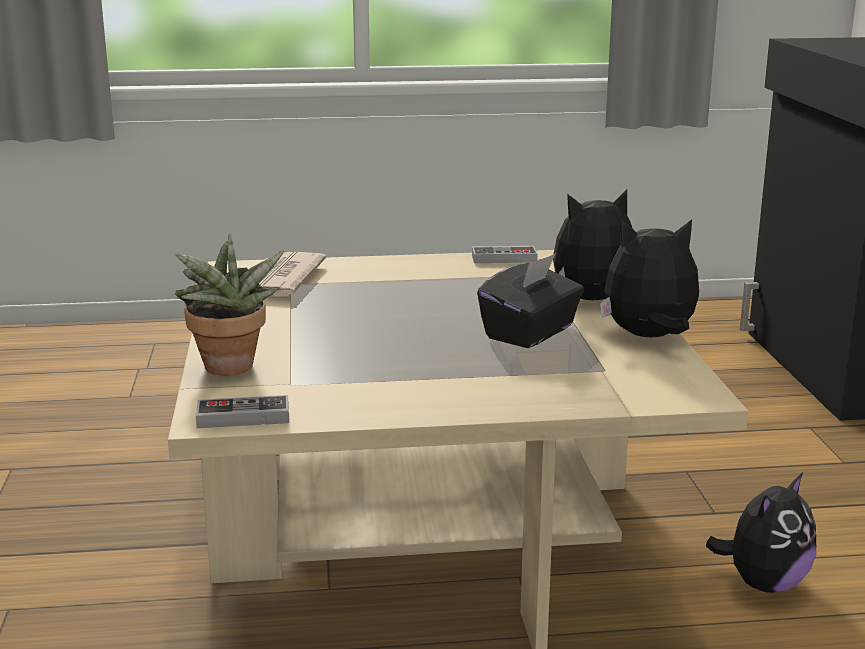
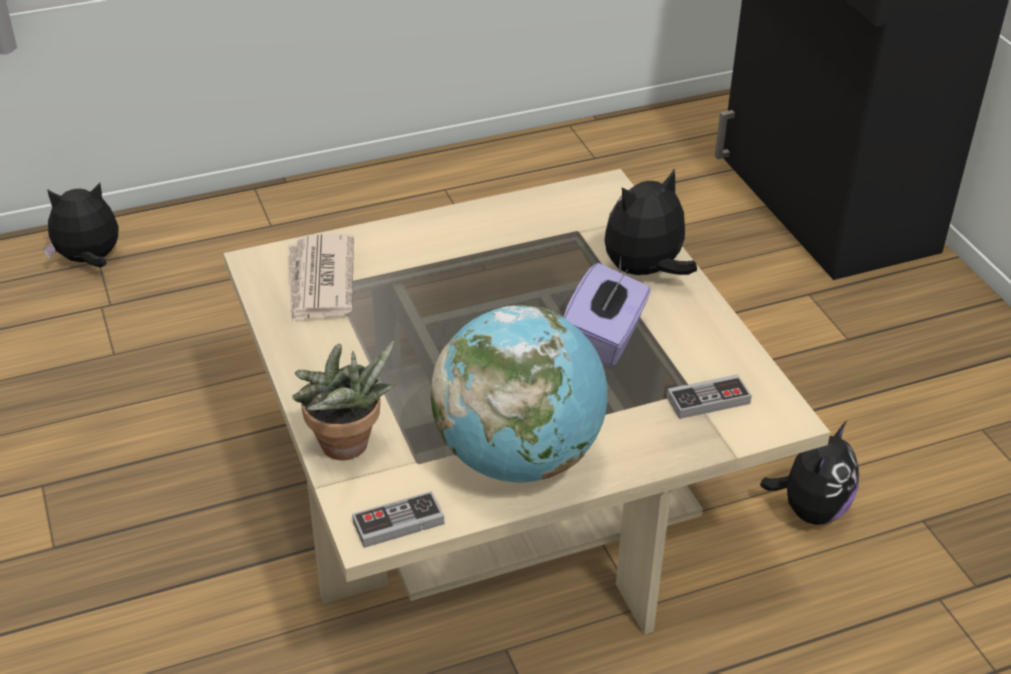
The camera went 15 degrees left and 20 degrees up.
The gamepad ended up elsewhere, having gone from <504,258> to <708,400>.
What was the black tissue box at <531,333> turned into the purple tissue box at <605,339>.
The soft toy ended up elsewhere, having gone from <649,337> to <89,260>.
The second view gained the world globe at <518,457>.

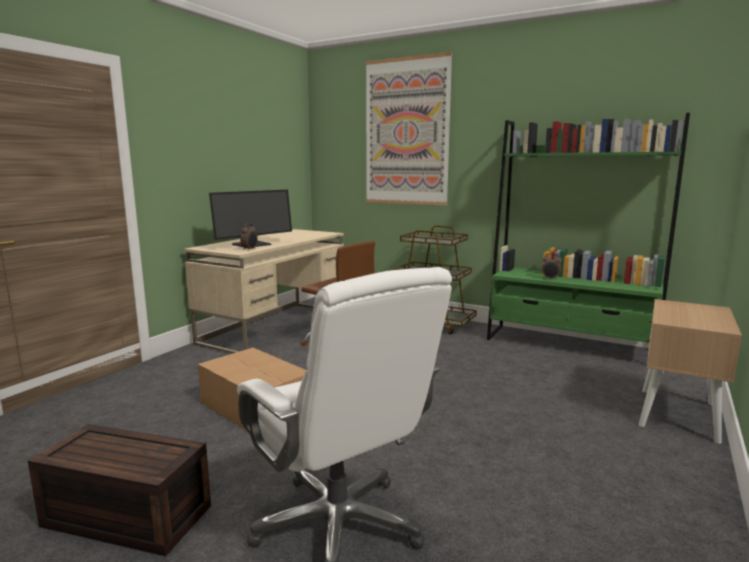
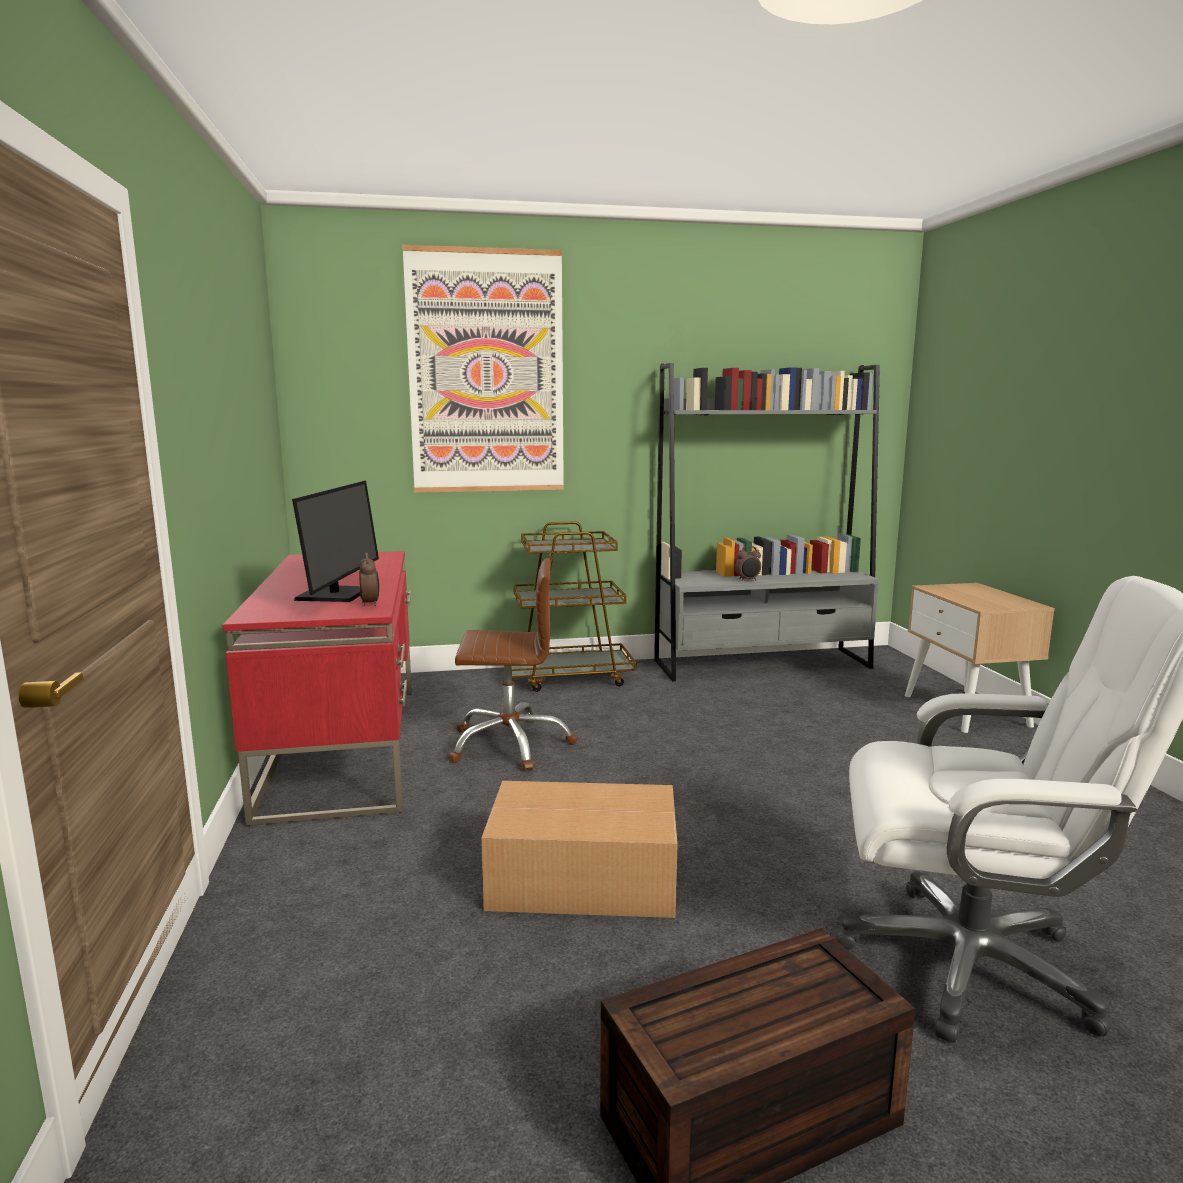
The camera went 40 degrees left and 0 degrees up.
What was the sand-coloured desk table at <276,327> turned into the reddish desk table at <344,747>.
What was the greenish bookshelf at <570,345> turned into the grey bookshelf at <762,664>.

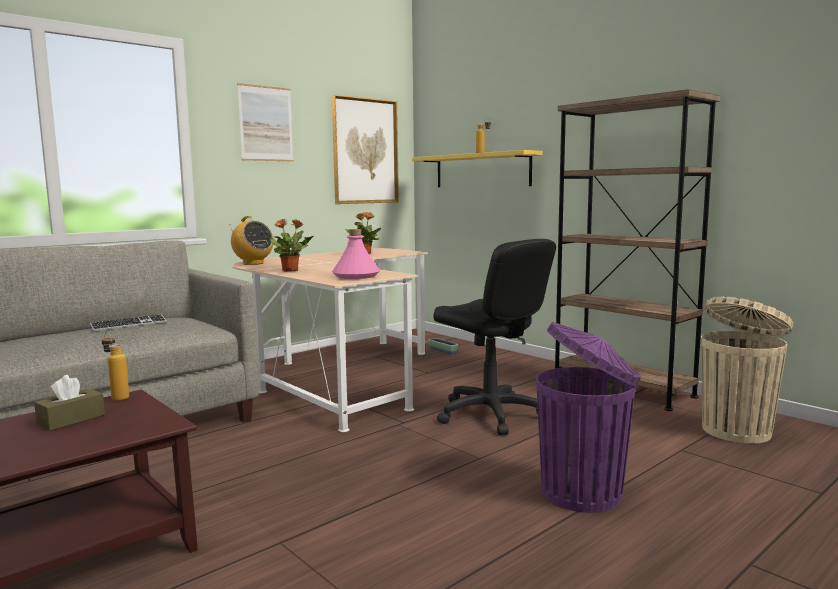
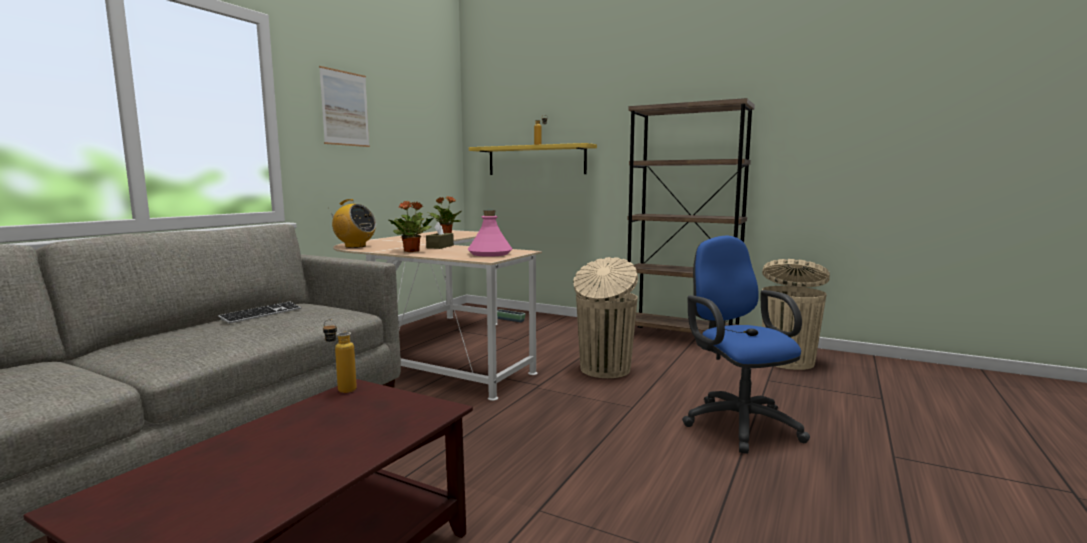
The camera went 20 degrees left and 0 degrees up.
The brown tissue box ended up elsewhere, having gone from <71,419> to <440,246>.
The second view lost the picture at <365,151>.
Where the black desk chair stood at <490,414>, the sand-coloured rubbish bin came to stand at <604,370>.
Where the purple rubbish bin stood at <584,493>, the blue-coloured desk chair came to stand at <737,423>.

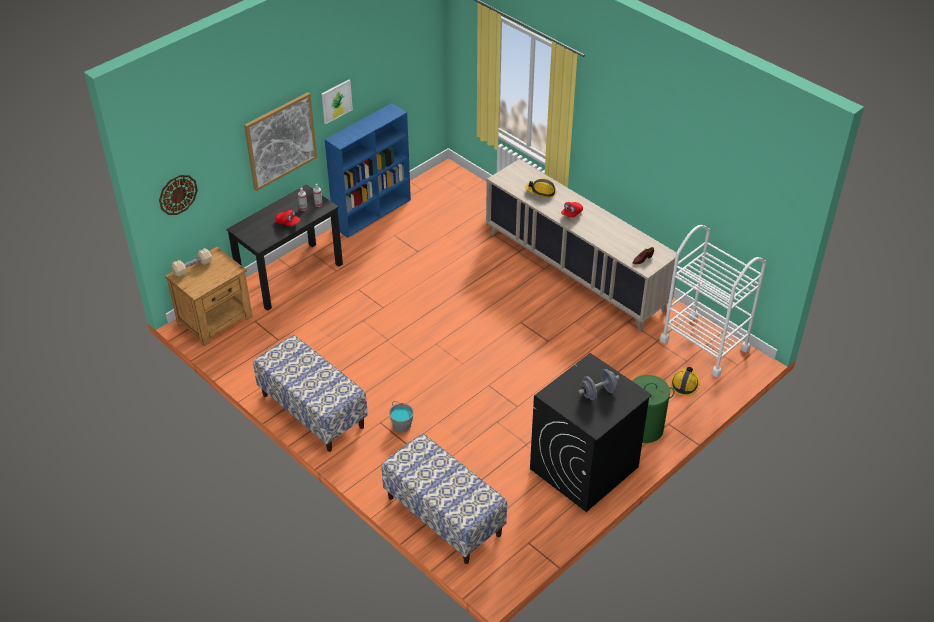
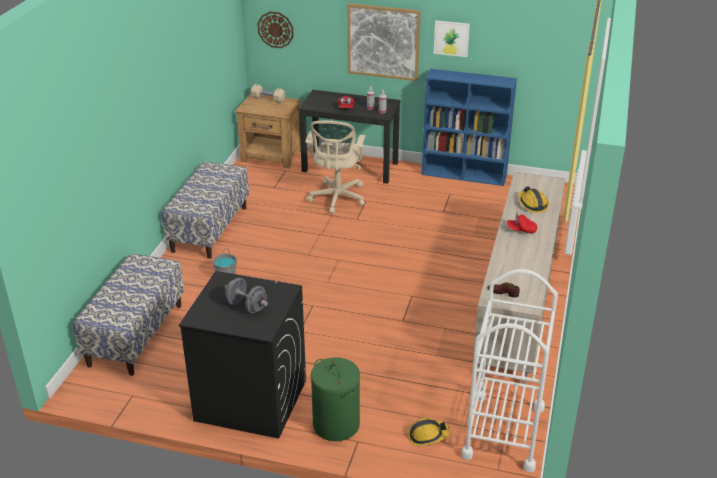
The camera went 60 degrees right and 10 degrees down.
The second view gained the sand-coloured desk chair at <337,199>.

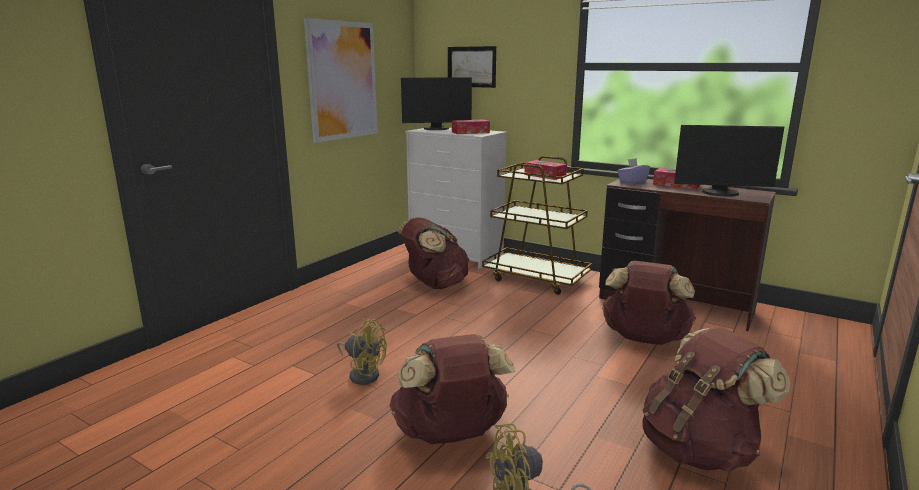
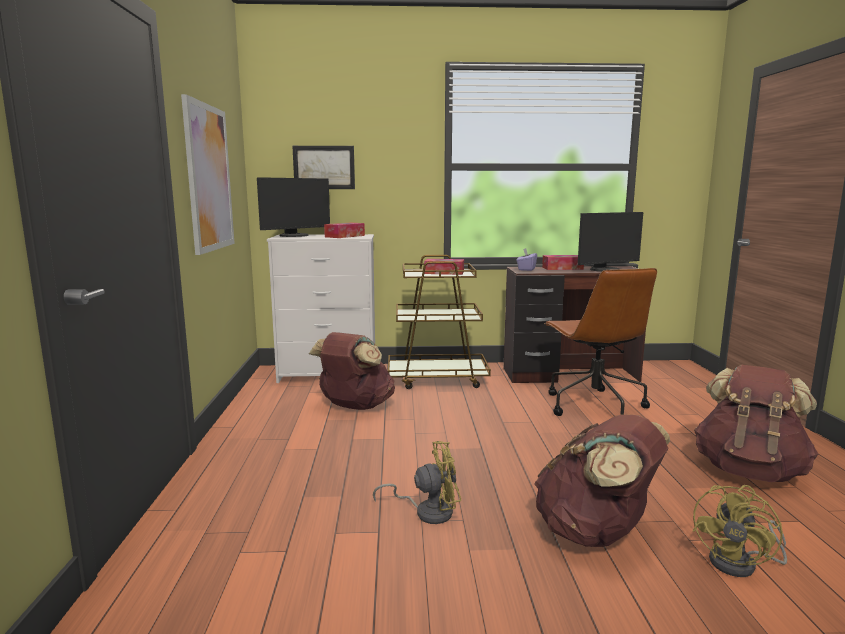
The camera went 35 degrees left and 5 degrees down.
Where the brown backpack stood at <644,340>, the brown desk chair came to stand at <593,406>.

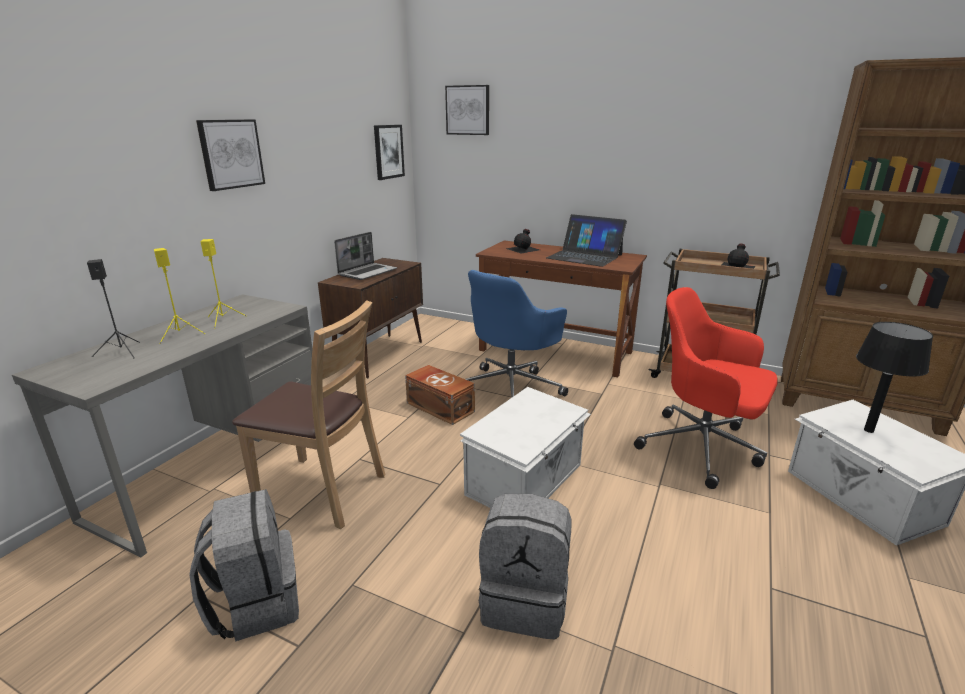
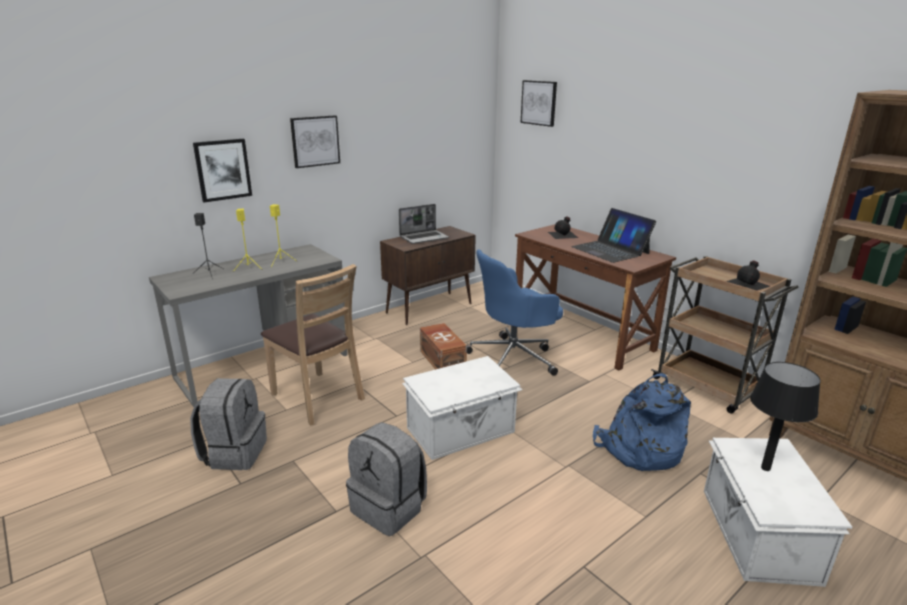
The camera went 25 degrees right and 0 degrees up.
The picture ended up elsewhere, having gone from <388,151> to <223,170>.
Where the reddish desk chair stood at <702,448>, the blue-coloured backpack came to stand at <638,449>.

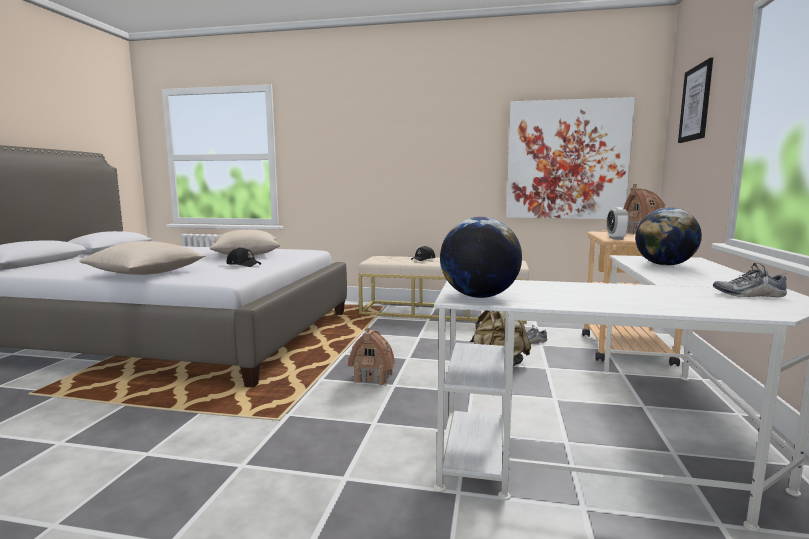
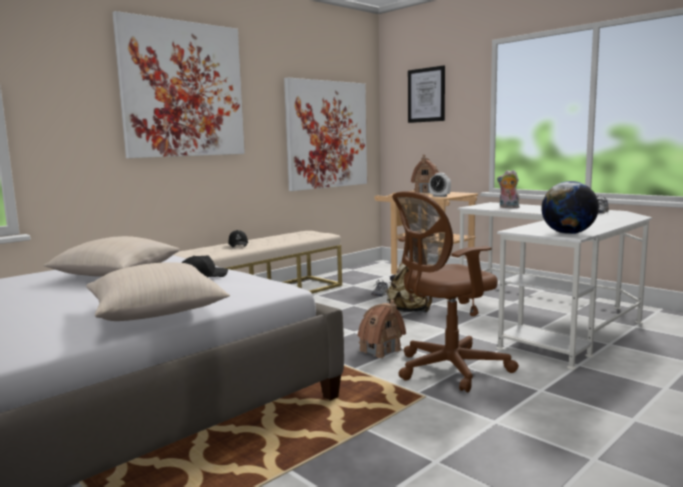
The camera went 55 degrees left and 0 degrees up.
Where the world globe stood at <664,265>, the soft toy came to stand at <508,207>.
The second view gained the picture at <183,90>.
The second view gained the brown desk chair at <446,369>.

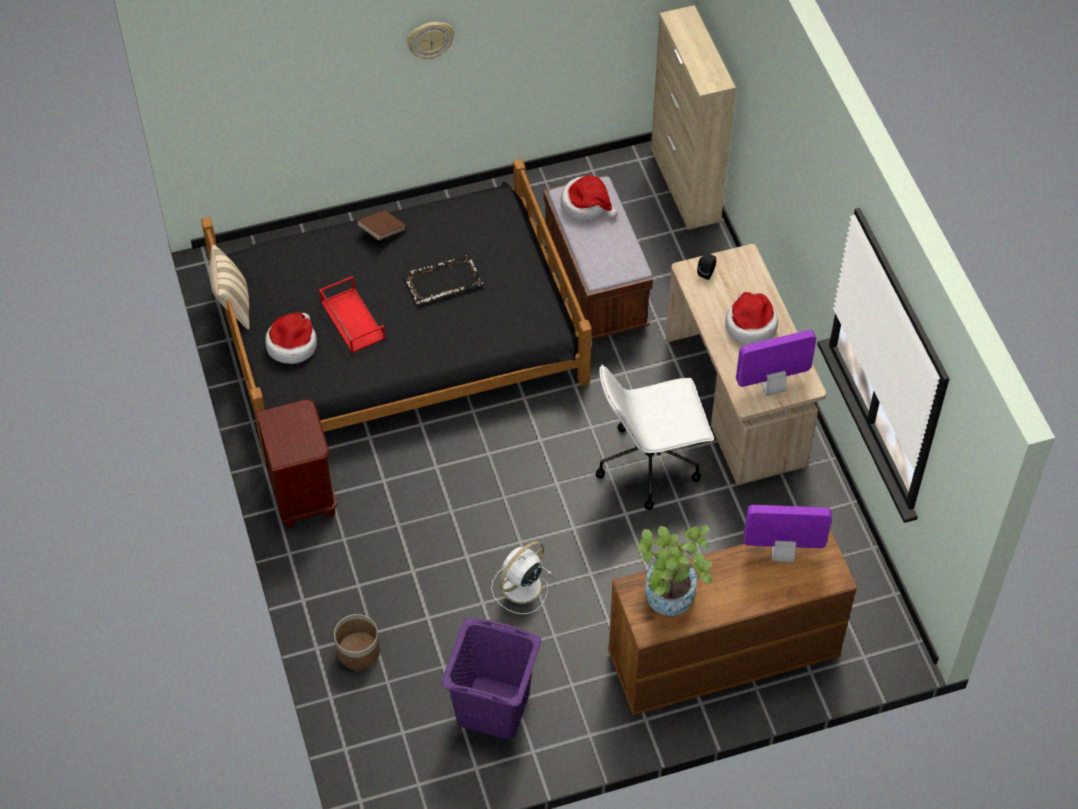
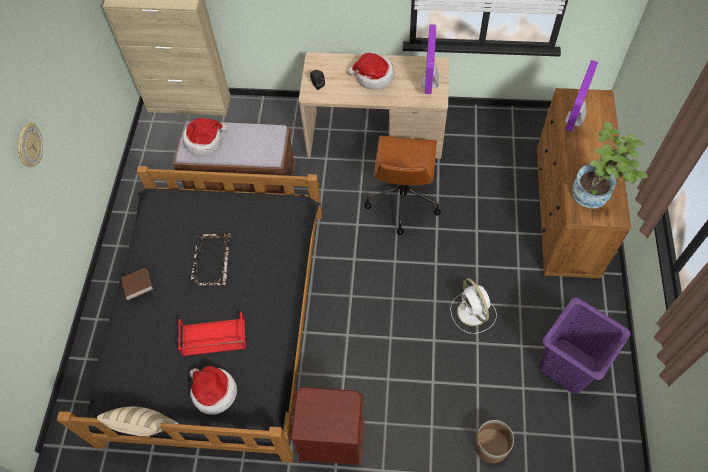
The camera went 65 degrees left and 5 degrees up.
What was the whitish desk chair at <650,463> turned into the brown desk chair at <402,200>.

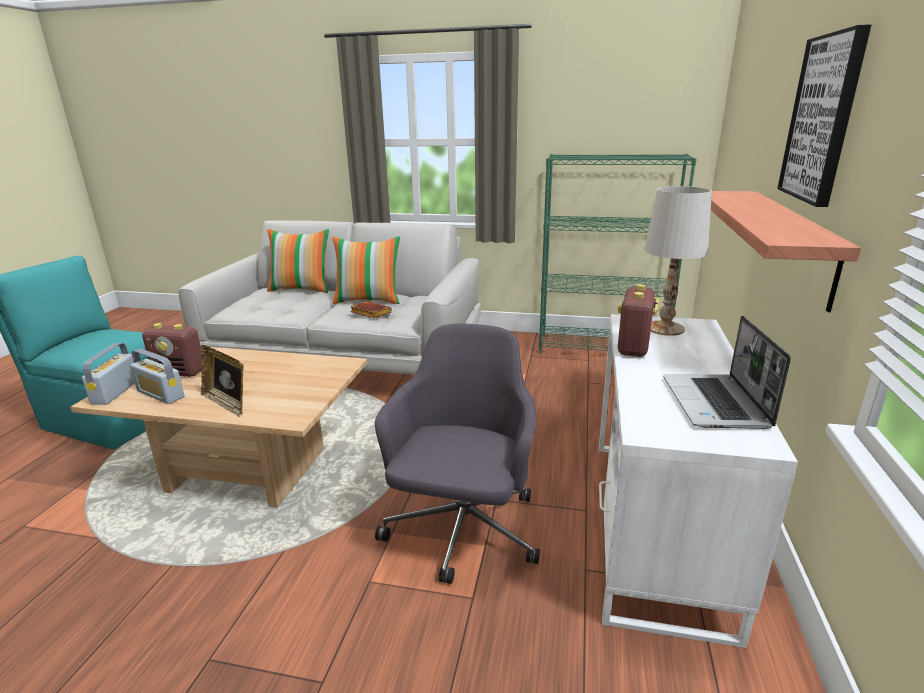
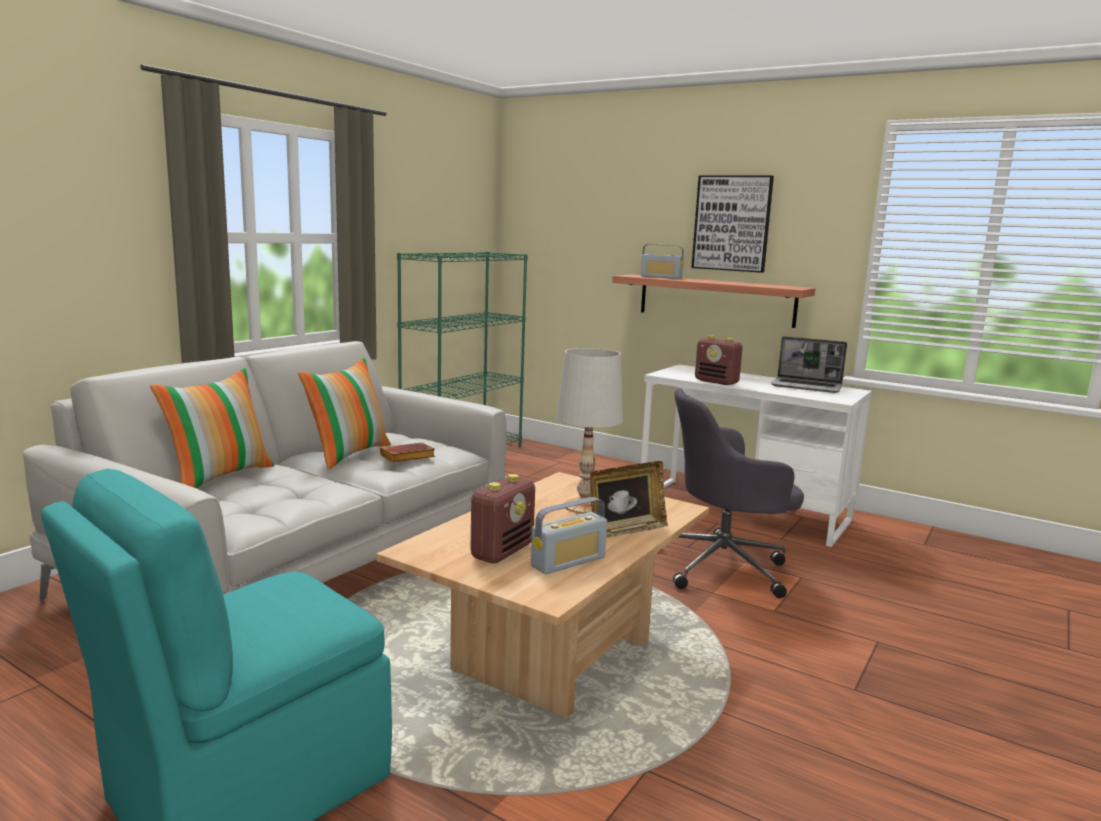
The camera went 70 degrees left and 10 degrees down.
The radio receiver ended up elsewhere, having gone from <116,391> to <661,277>.
The grey desk chair at <463,531> ended up facing another way, 45 degrees counterclockwise from before.
The whitish table lamp ended up elsewhere, having gone from <665,328> to <585,506>.

